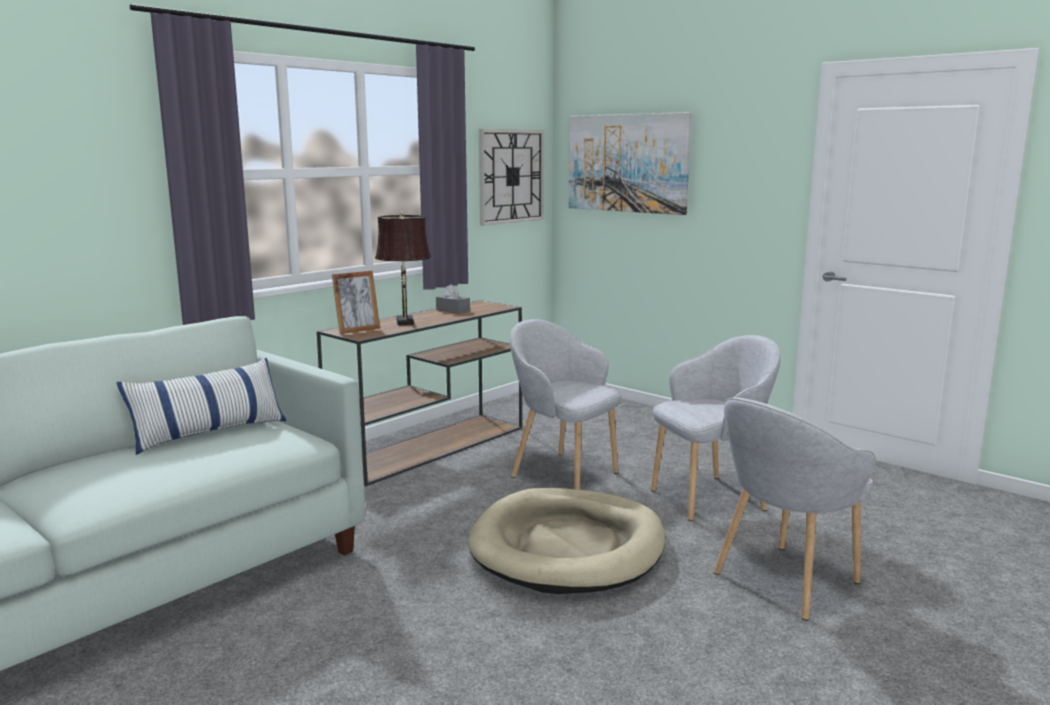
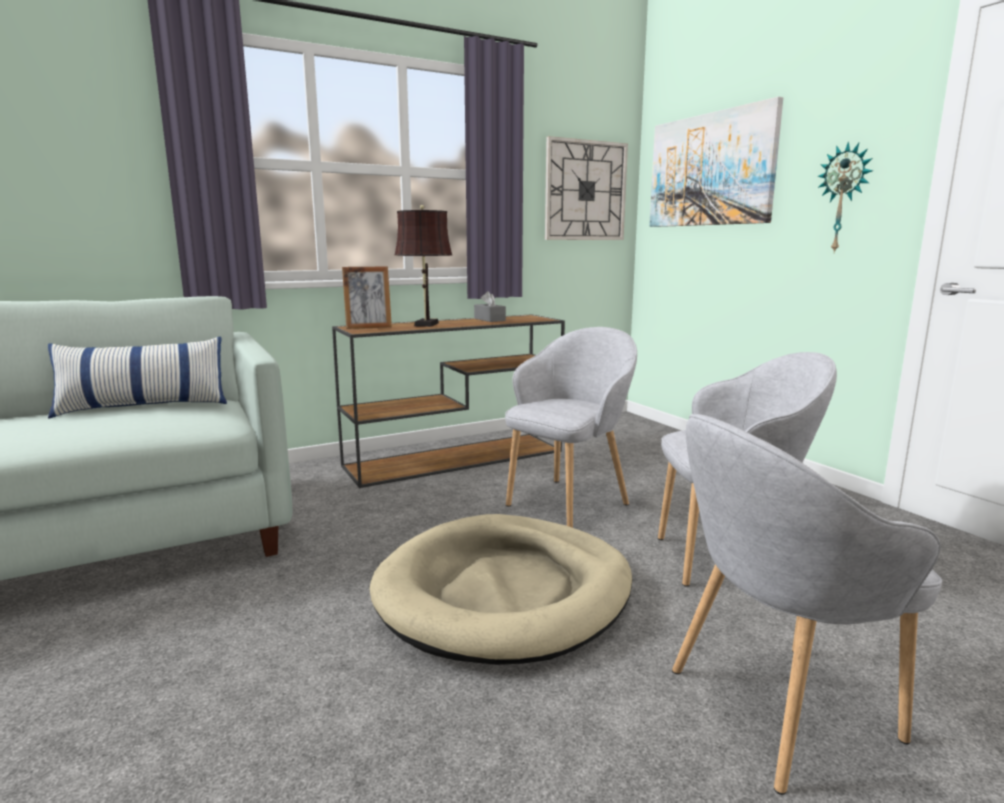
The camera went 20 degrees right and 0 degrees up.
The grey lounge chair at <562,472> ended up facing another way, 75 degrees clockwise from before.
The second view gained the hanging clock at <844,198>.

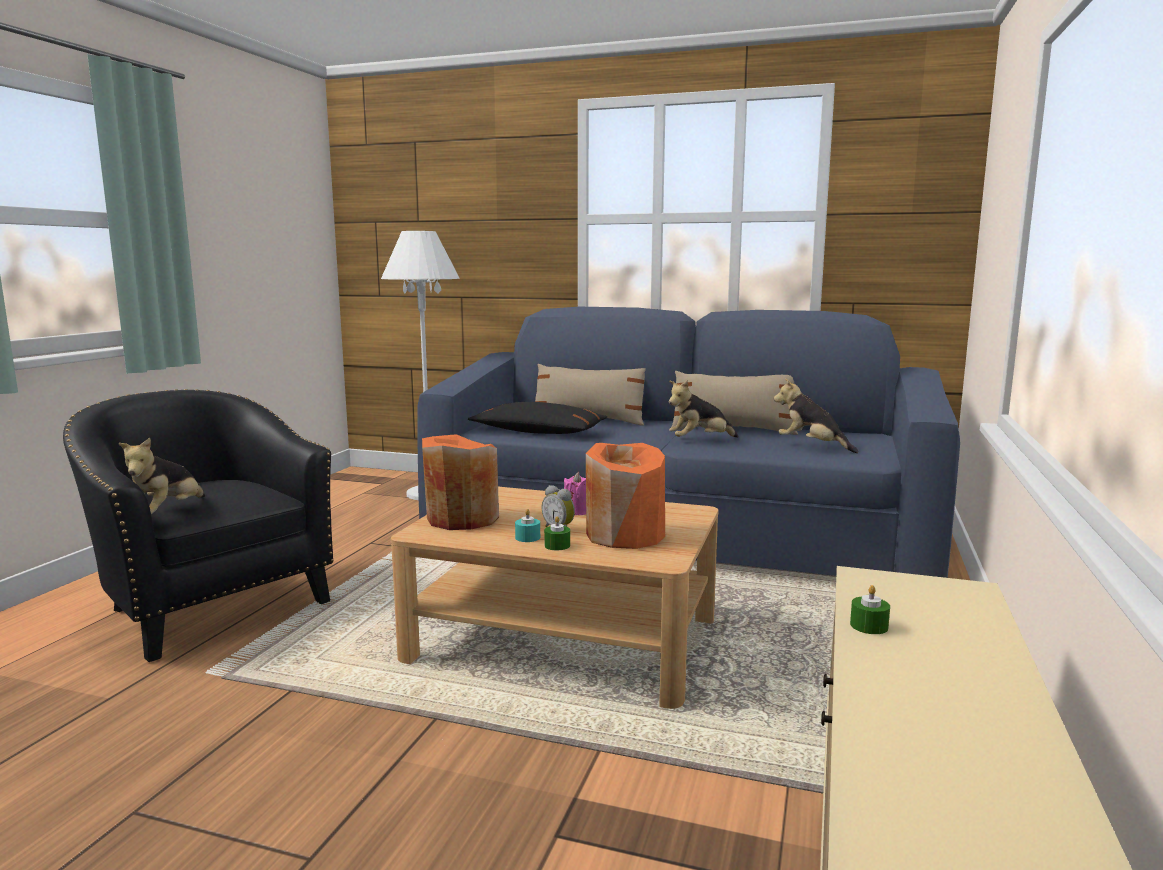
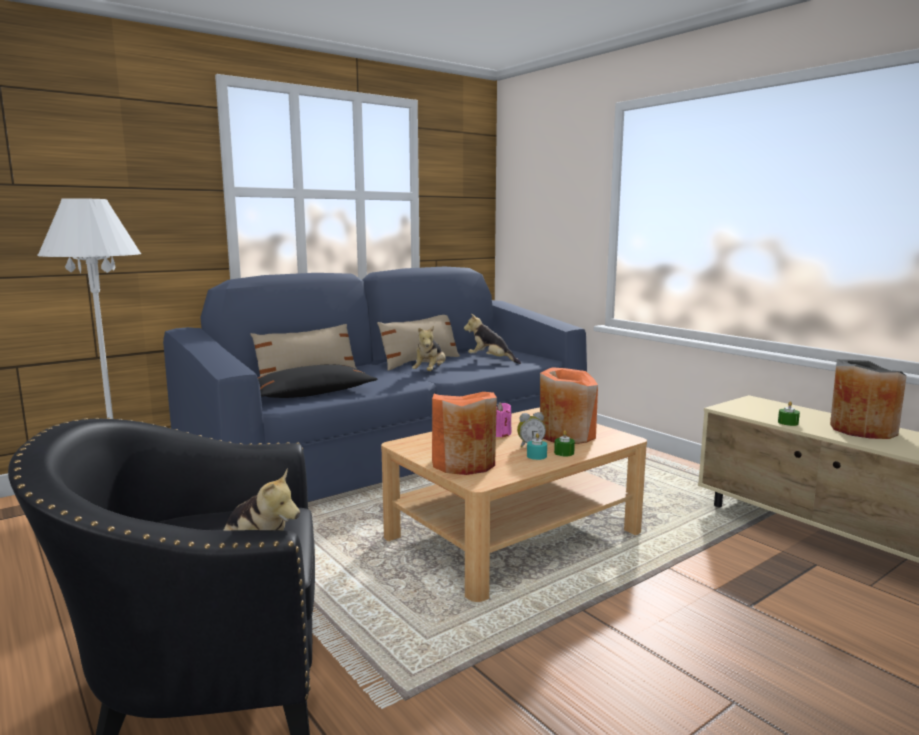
The camera went 55 degrees left and 0 degrees up.
The soft toy at <812,446> ended up facing another way, 45 degrees clockwise from before.
The second view gained the black vase at <862,429>.

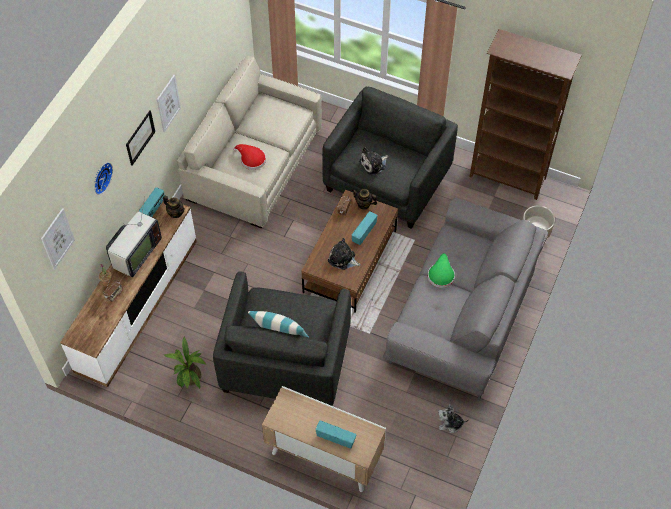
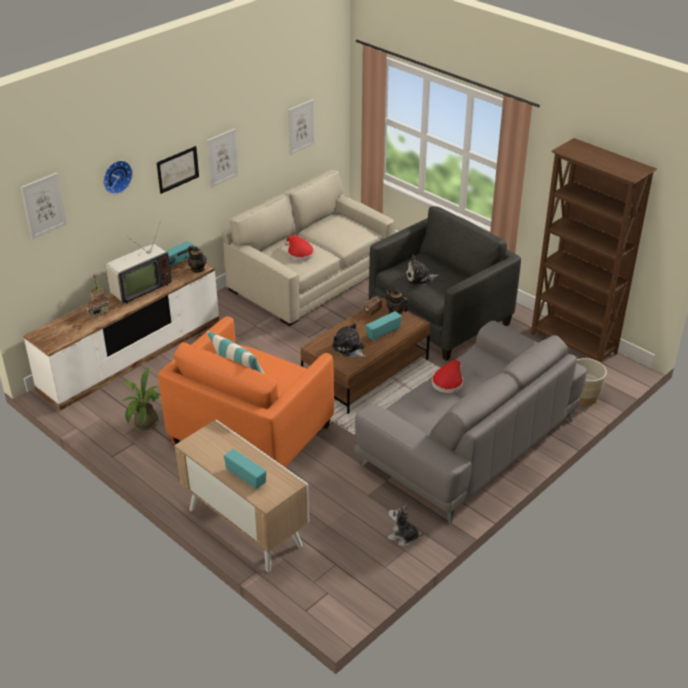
The camera went 20 degrees right and 20 degrees down.
What was the grey lounge chair at <285,360> turned into the orange lounge chair at <251,434>.
What was the greenish wearable hat at <441,274> turned into the reddish wearable hat at <448,382>.
The second view gained the picture at <301,126>.

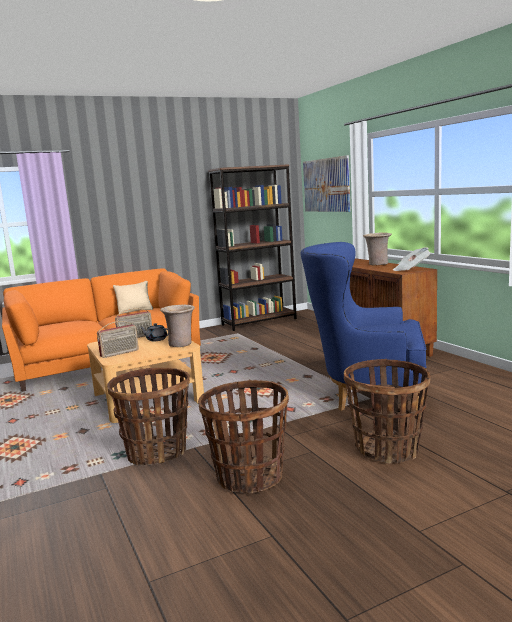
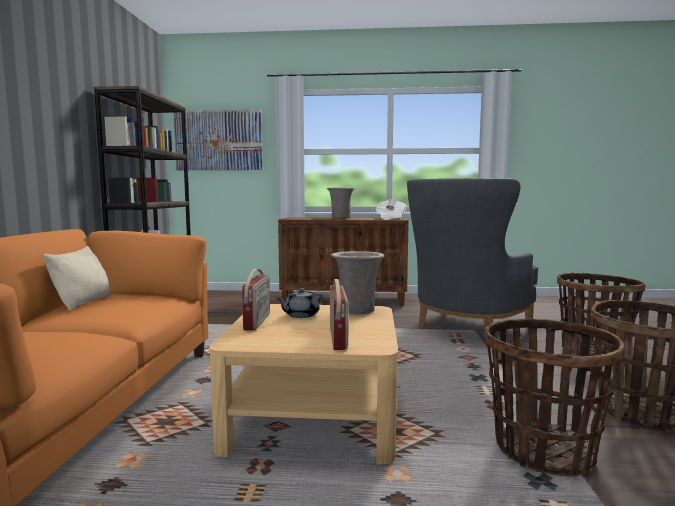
The camera went 60 degrees left and 5 degrees down.
What was the blue-coloured lounge chair at <366,395> turned into the grey lounge chair at <463,329>.

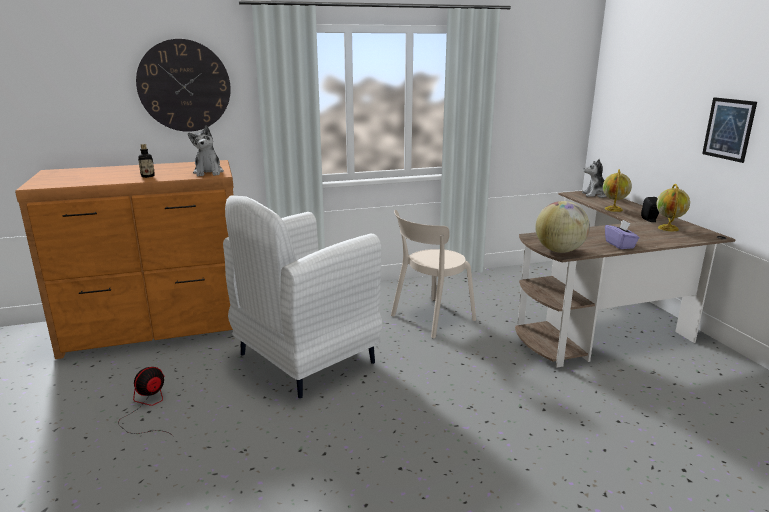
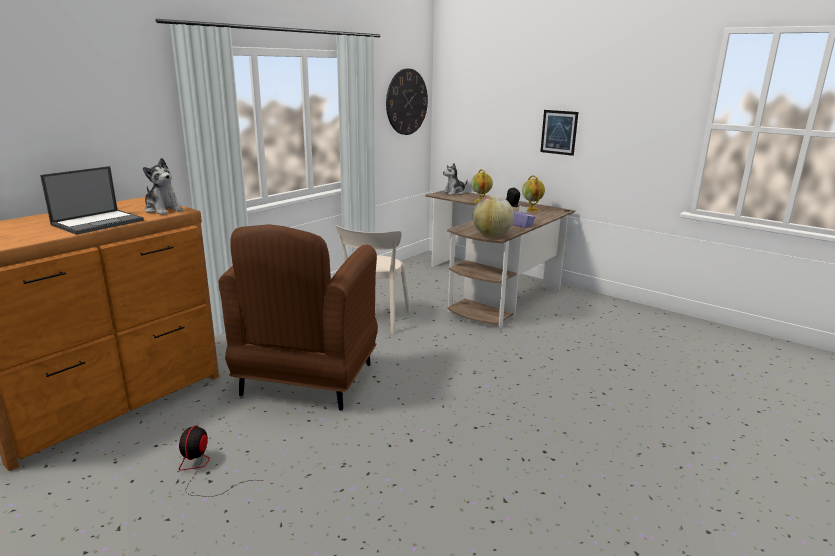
The camera went 35 degrees left and 0 degrees up.
The hanging clock ended up elsewhere, having gone from <184,86> to <406,102>.
Where the beverage bottle stood at <148,176>, the laptop came to stand at <98,222>.
What was the whitish lounge chair at <304,360> turned into the brown lounge chair at <307,381>.

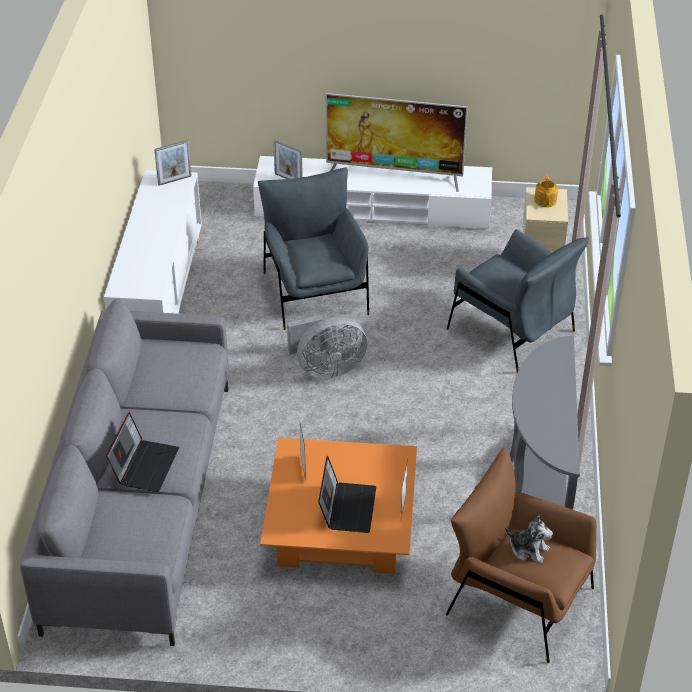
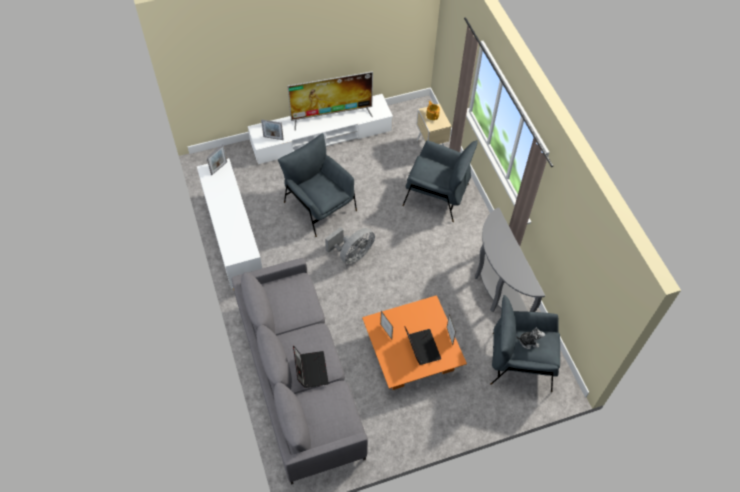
The camera went 25 degrees left and 15 degrees up.
What was the brown lounge chair at <518,600> turned into the grey lounge chair at <520,361>.

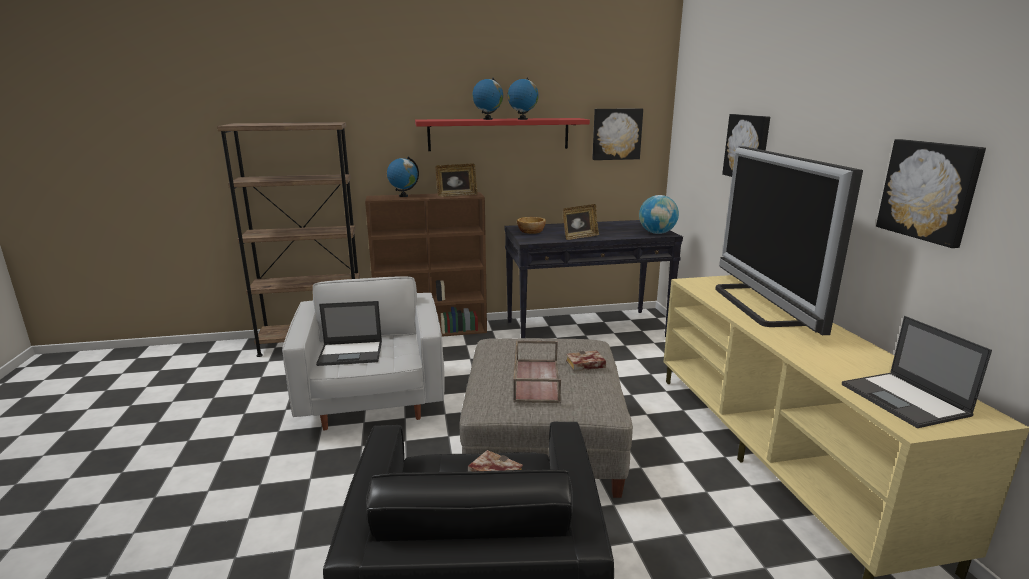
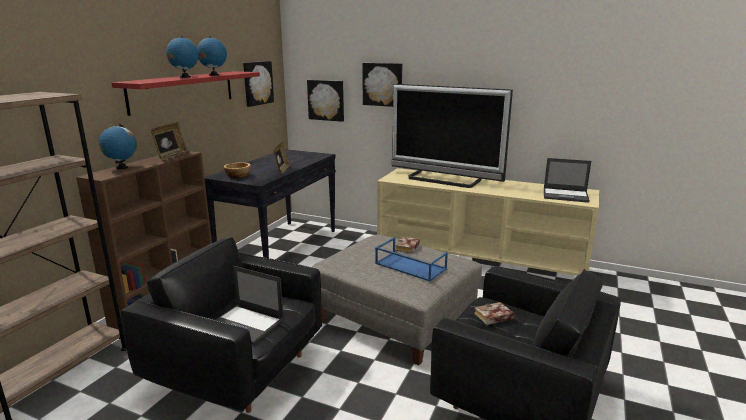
The camera went 55 degrees left and 0 degrees up.
What was the whitish lounge chair at <373,400> turned into the black lounge chair at <239,369>.
The laptop at <351,353> ended up facing another way, 90 degrees clockwise from before.
What was the brown carrying tray at <535,380> turned into the blue-coloured carrying tray at <409,266>.
The second view lost the world globe at <657,233>.
The picture ended up elsewhere, having gone from <929,190> to <326,100>.

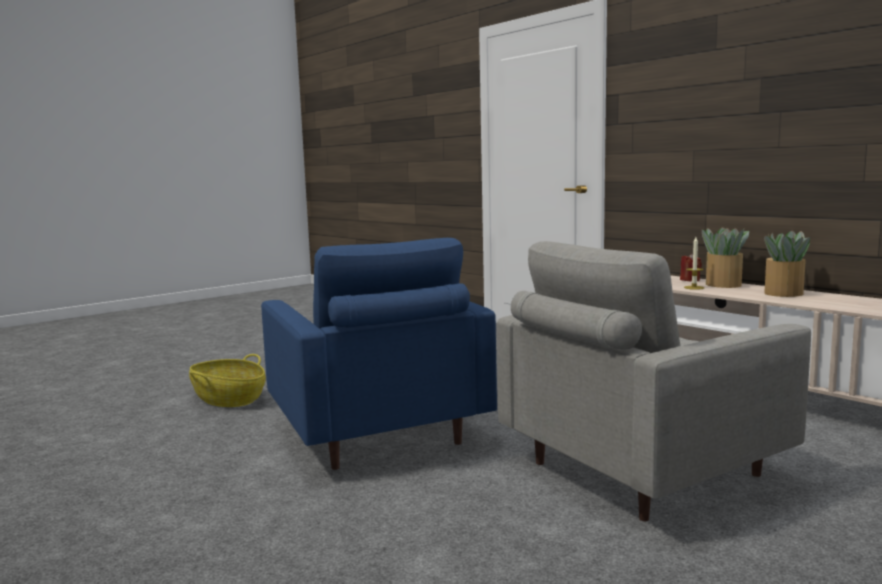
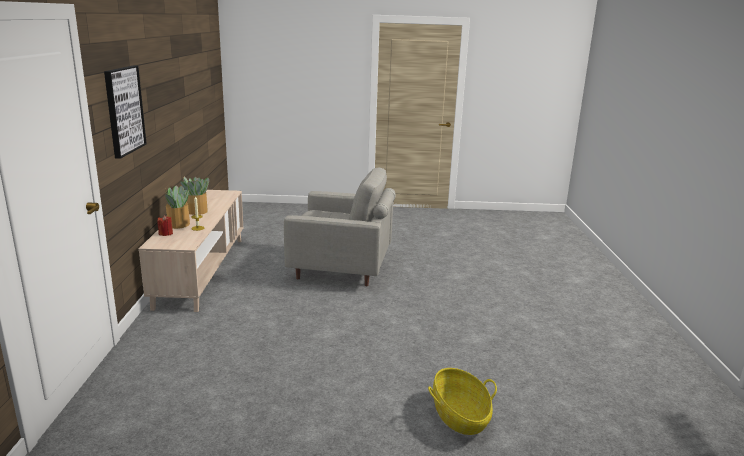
The camera went 140 degrees left and 10 degrees up.
The second view lost the blue-coloured lounge chair at <376,433>.
The second view gained the picture at <124,110>.

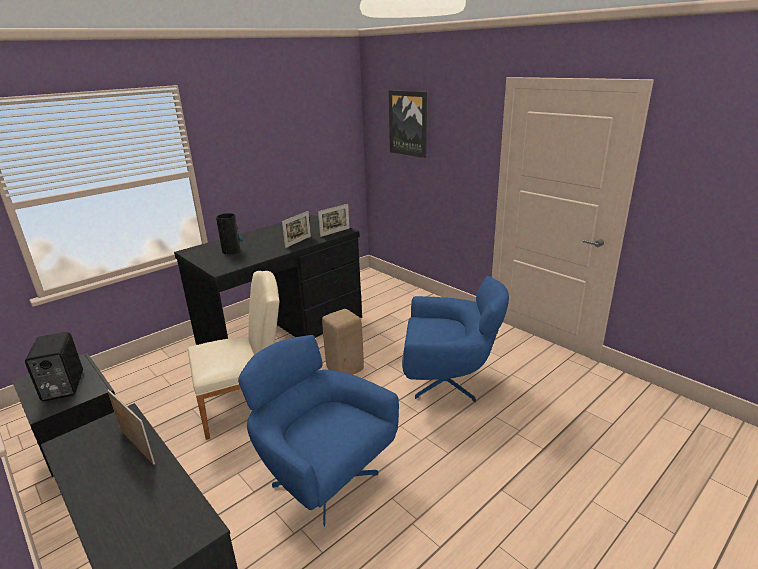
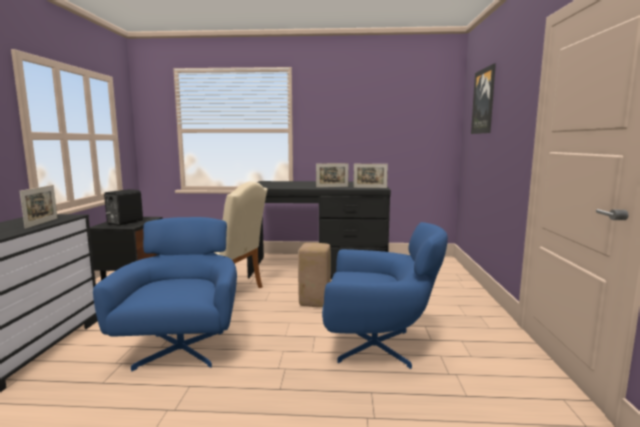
The camera went 45 degrees right and 15 degrees down.
The second view lost the vase at <232,251>.
The blue-coloured lounge chair at <449,381> ended up facing another way, 45 degrees counterclockwise from before.

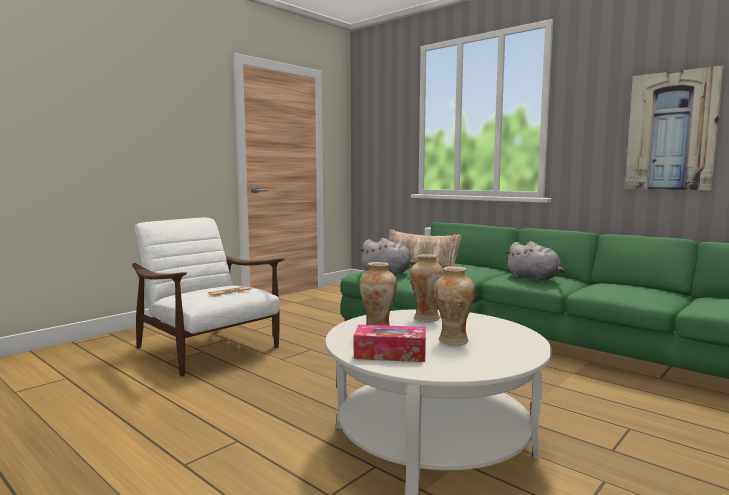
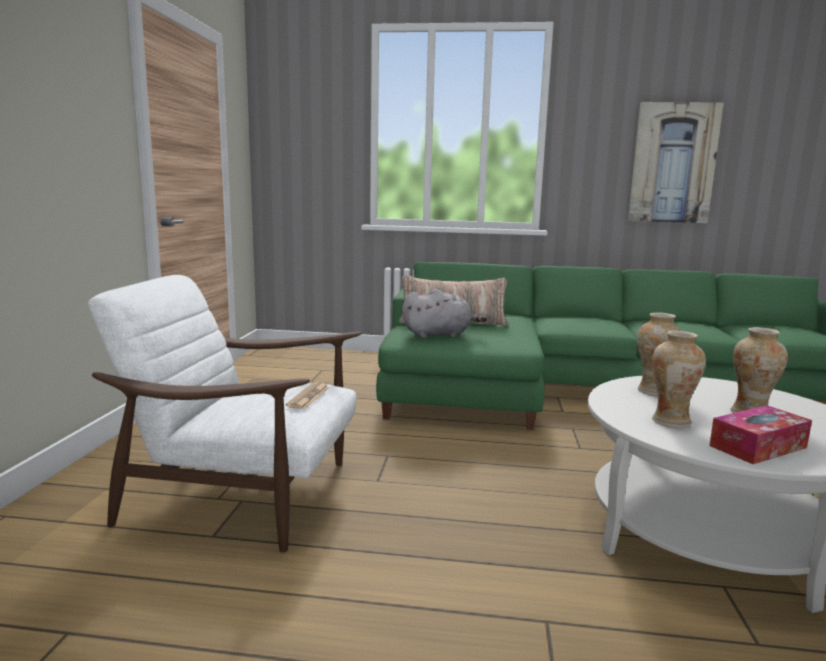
The camera went 35 degrees left and 5 degrees up.
The second view lost the grey soft toy at <534,278>.

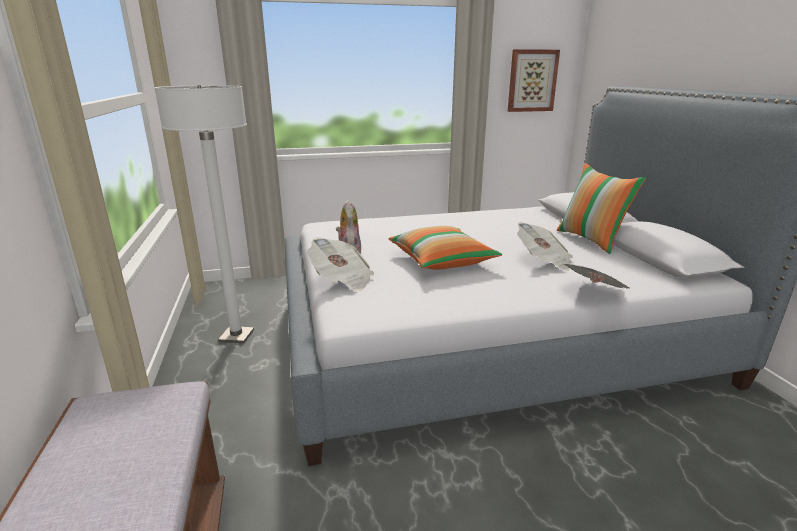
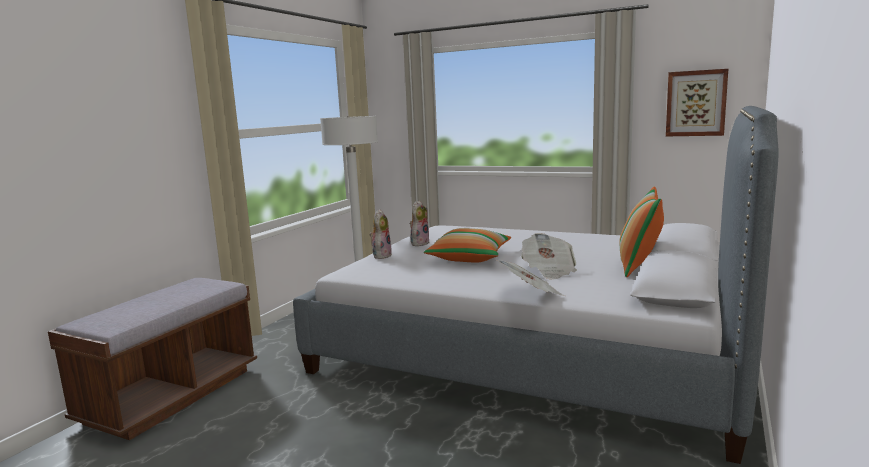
The camera went 40 degrees right and 10 degrees down.
Where the newspaper stood at <342,279>, the soft toy came to stand at <381,255>.

